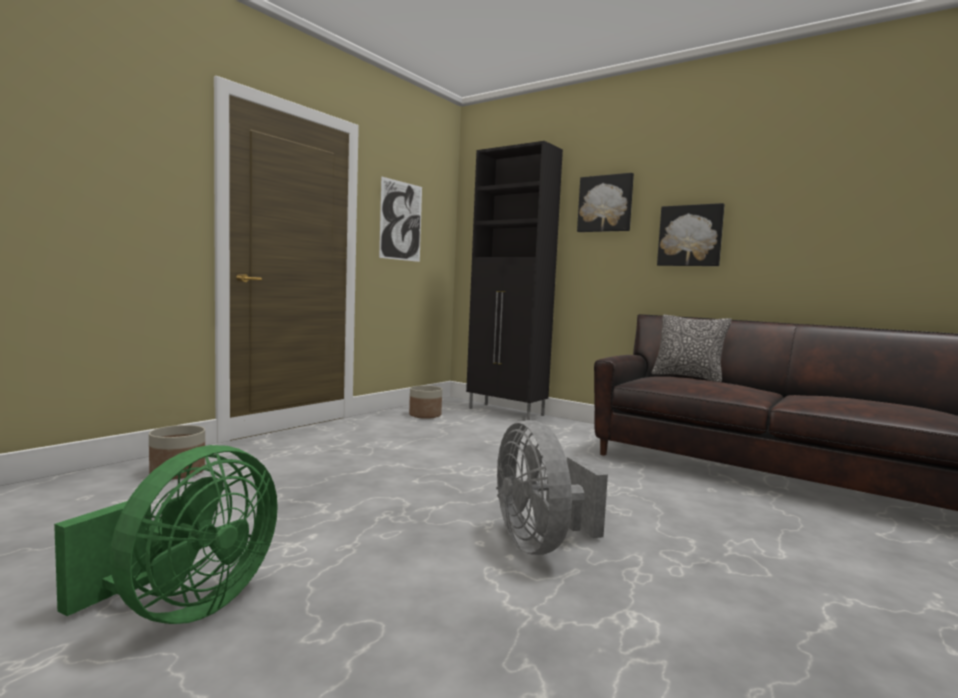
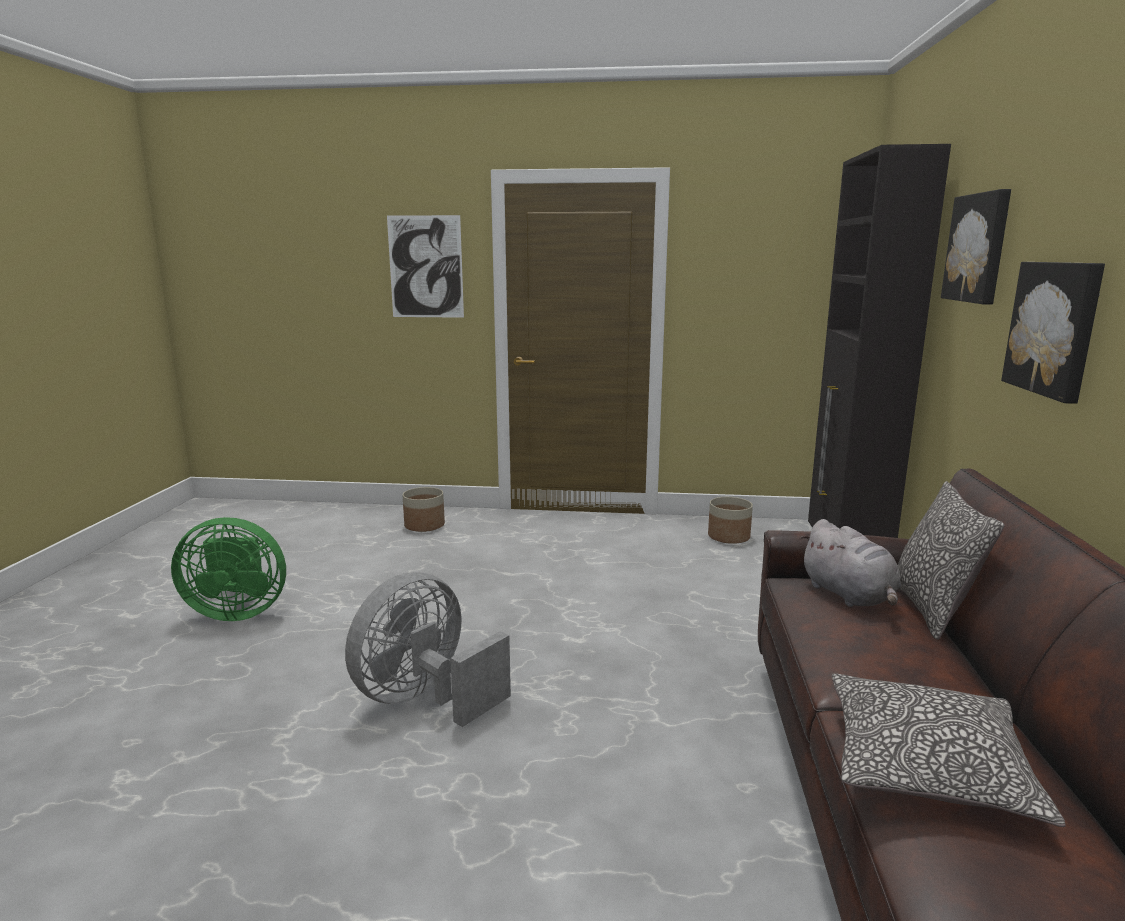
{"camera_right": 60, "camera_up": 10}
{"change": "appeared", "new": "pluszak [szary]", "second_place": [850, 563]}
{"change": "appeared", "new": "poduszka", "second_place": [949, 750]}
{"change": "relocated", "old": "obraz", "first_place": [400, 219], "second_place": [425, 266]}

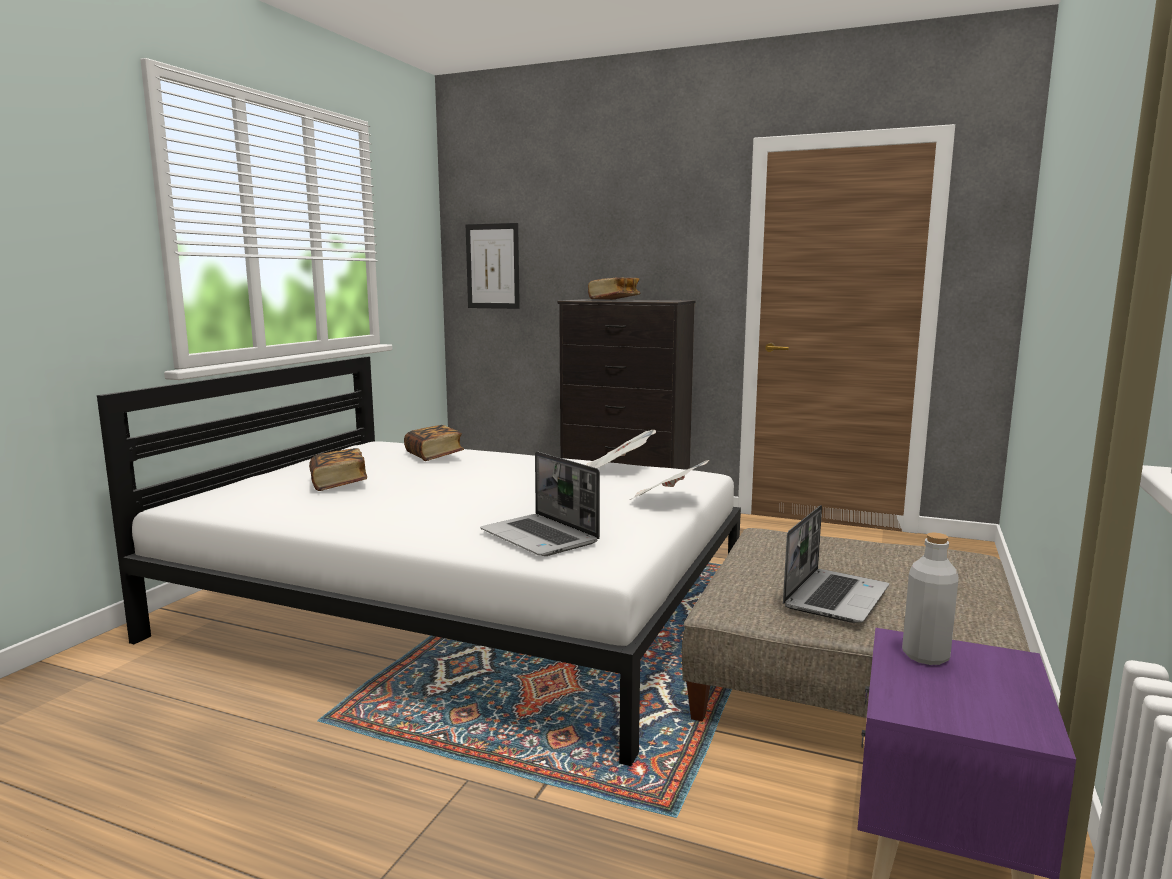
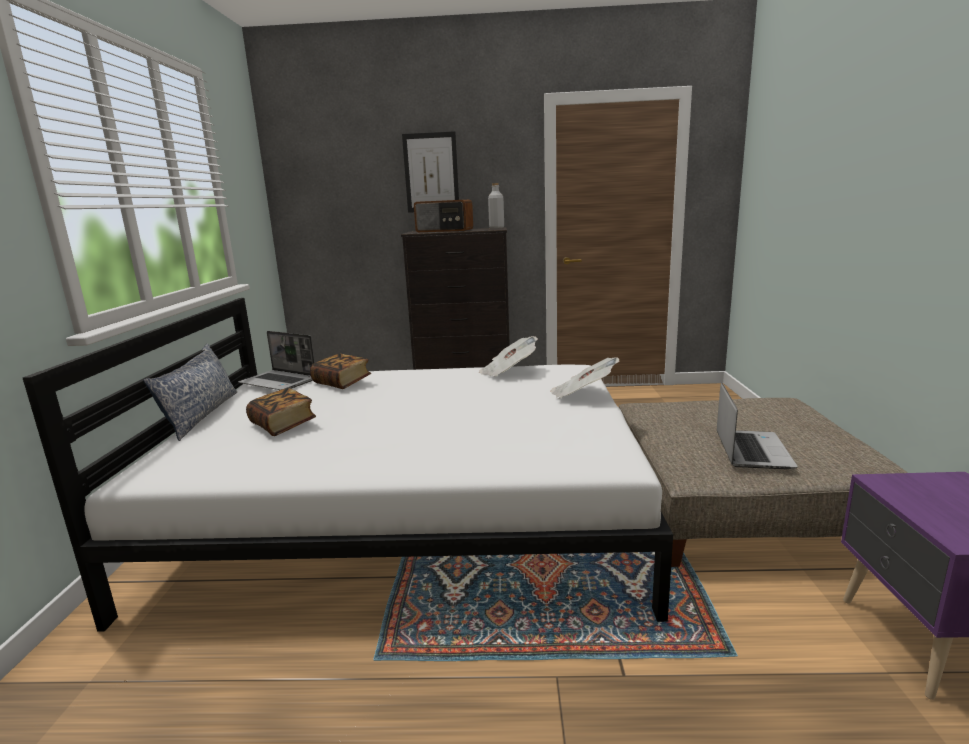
{"camera_right": -20, "camera_up": 5}
{"change": "appeared", "new": "poduszka", "second_place": [190, 392]}
{"change": "relocated", "old": "obraz", "first_place": [493, 266], "second_place": [430, 172]}
{"change": "relocated", "old": "laptop", "first_place": [540, 503], "second_place": [276, 360]}
{"change": "relocated", "old": "butelka [szary]", "first_place": [930, 599], "second_place": [496, 206]}
{"change": "exchanged", "old": "książka", "new": "radio", "first_place": [614, 288], "second_place": [443, 216]}

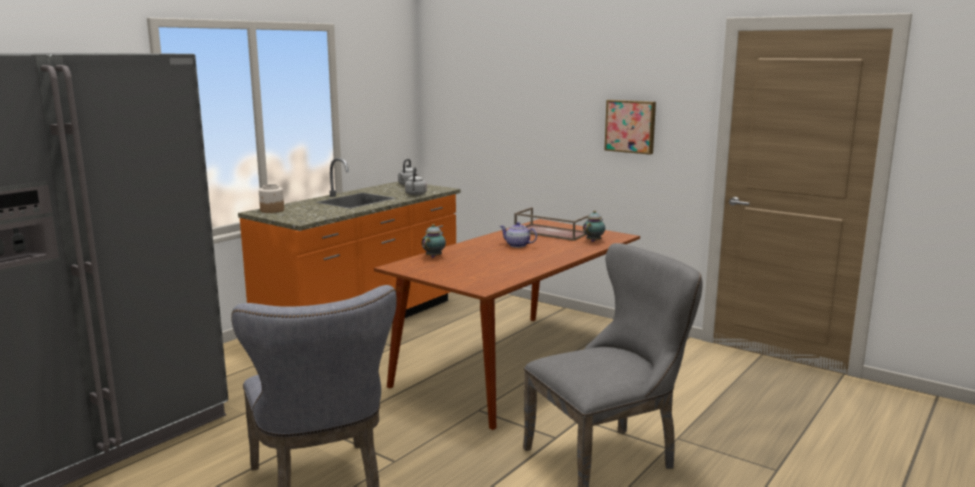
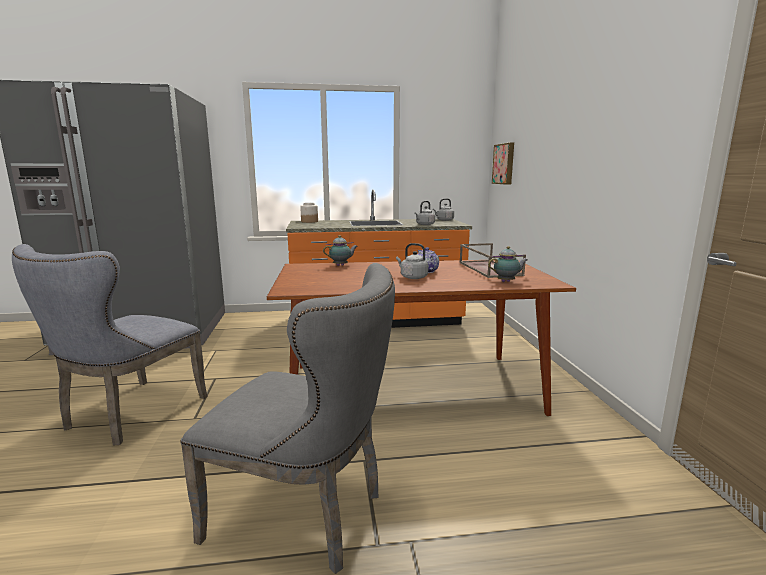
{"camera_right": 45, "camera_up": 0}
{"change": "appeared", "new": "czajnik [szary]", "second_place": [412, 261]}
{"change": "relocated", "old": "obraz", "first_place": [630, 127], "second_place": [503, 164]}

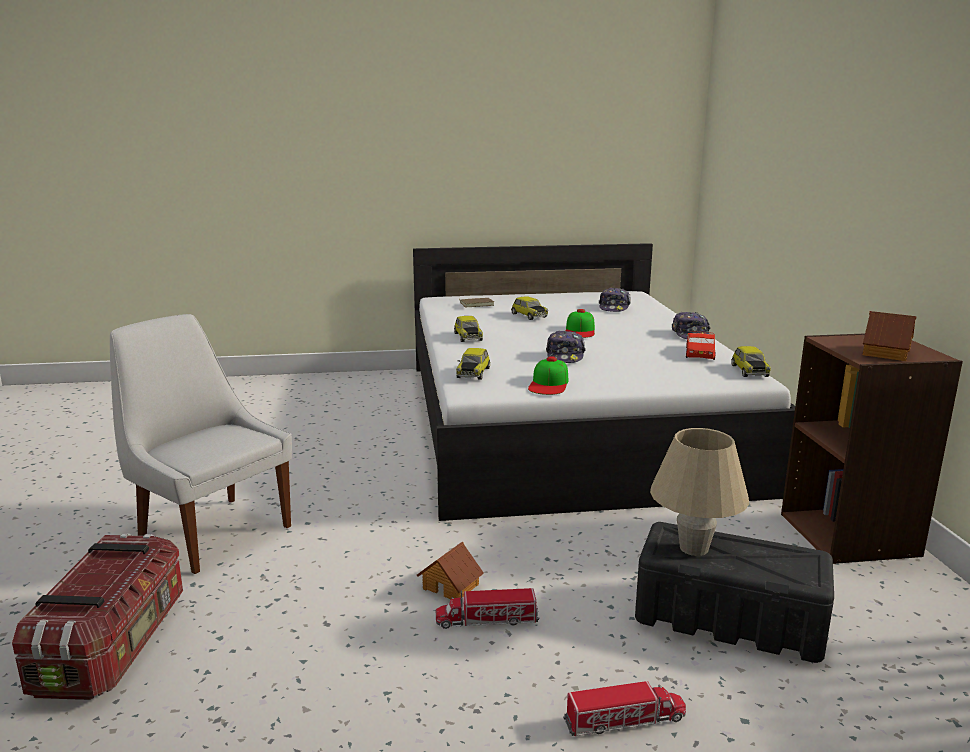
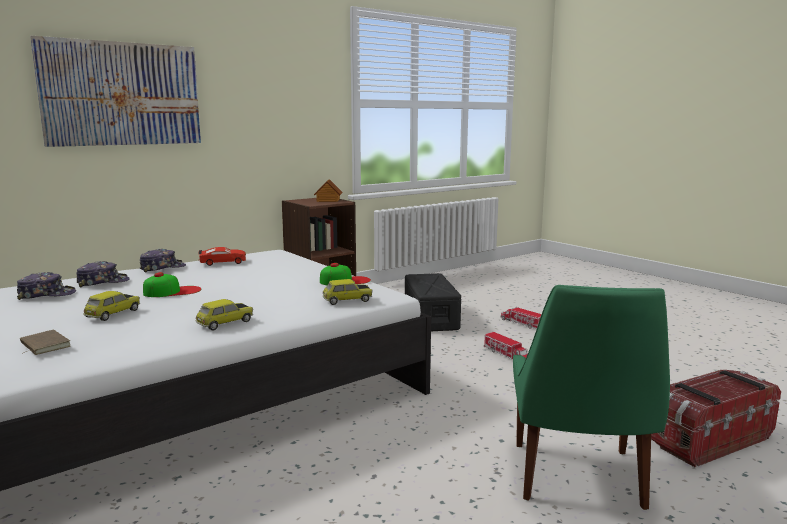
{"camera_right": -120, "camera_up": -5}
{"change": "missing", "old": "domek", "first_place": [450, 570]}
{"change": "missing", "old": "lampa stołowa [beżowy]", "first_place": [699, 492]}
{"change": "missing", "old": "samochodzik", "first_place": [751, 361]}
{"change": "appeared", "new": "obraz", "second_place": [115, 91]}
{"change": "relocated", "old": "czapka z daszkiem", "first_place": [566, 347], "second_place": [103, 274]}
{"change": "colour", "old": "krzesło [biały]", "new": "krzesło [zielony]", "first_place": [201, 444], "second_place": [591, 397]}

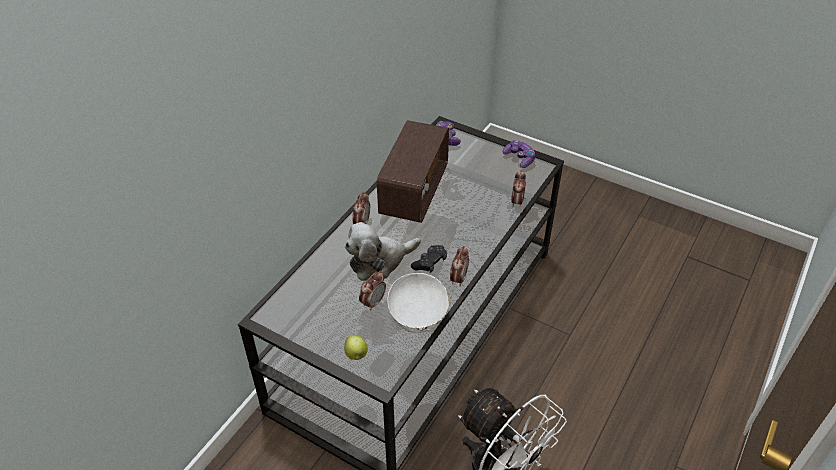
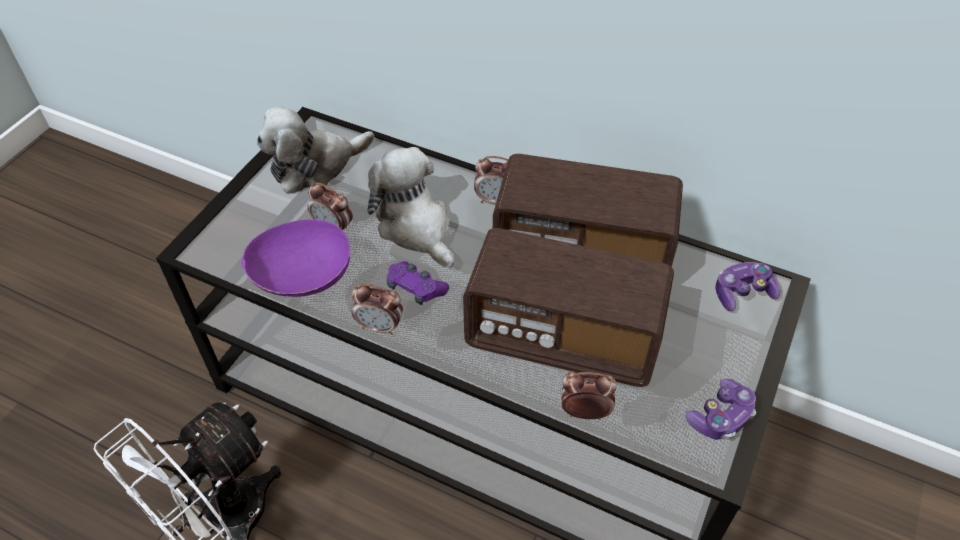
{"camera_right": 85, "camera_up": 5}
{"change": "missing", "old": "jabłko", "first_place": [356, 347]}
{"change": "appeared", "new": "pluszak", "second_place": [315, 150]}
{"change": "appeared", "new": "radio", "second_place": [568, 307]}
{"change": "colour", "old": "miska [biały]", "new": "miska [fioletowy]", "first_place": [418, 303], "second_place": [296, 258]}
{"change": "colour", "old": "pad do gier [czarny]", "new": "pad do gier [fioletowy]", "first_place": [429, 259], "second_place": [418, 283]}

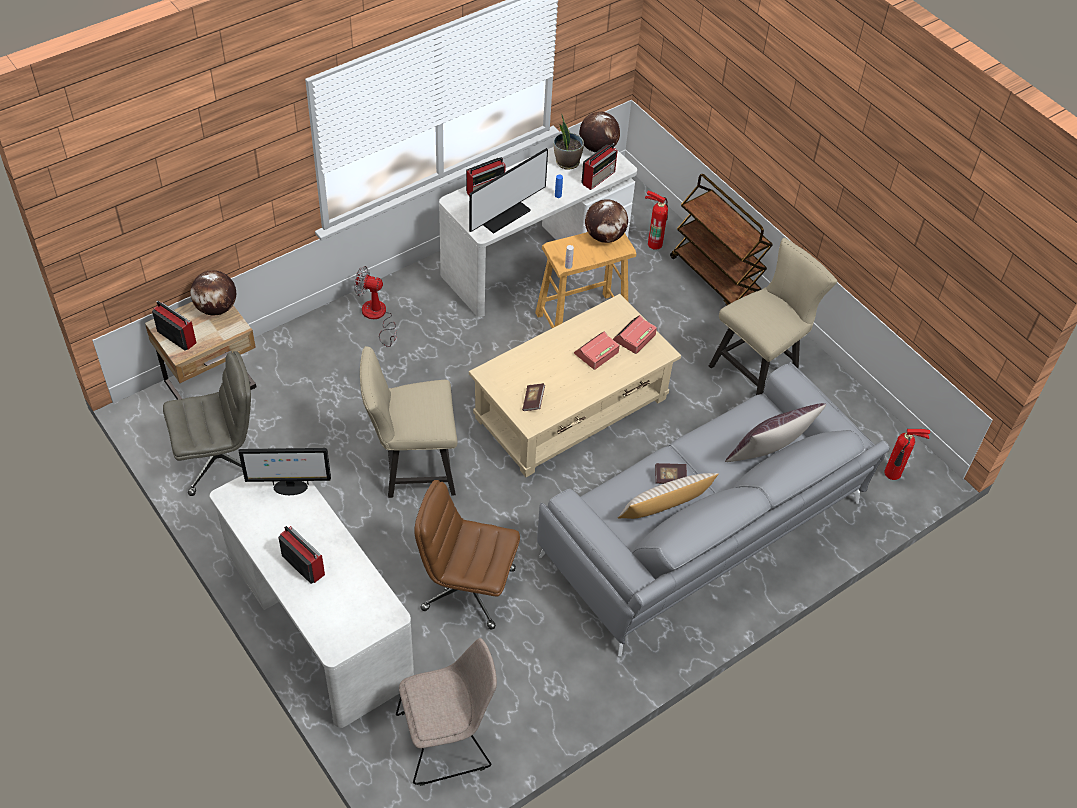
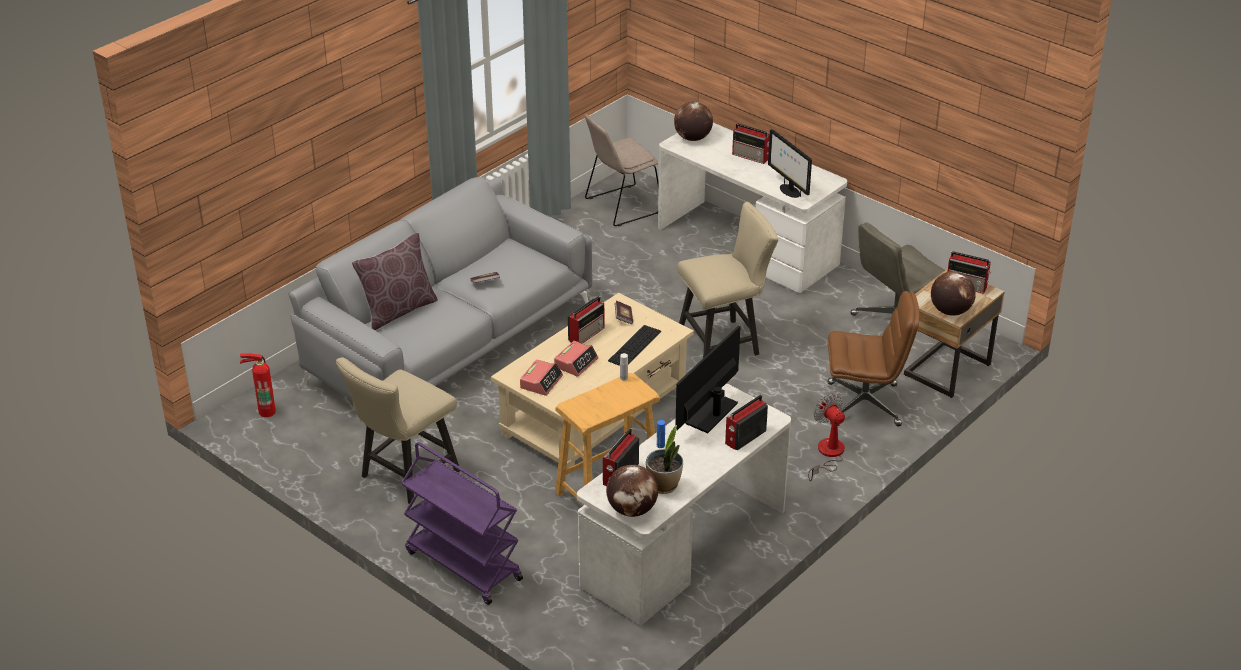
{"camera_right": 170, "camera_up": -15}
{"change": "missing", "old": "poduszka [beżowy]", "first_place": [668, 496]}
{"change": "missing", "old": "gaśnica", "first_place": [656, 220]}
{"change": "appeared", "new": "radio", "second_place": [586, 319]}
{"change": "appeared", "new": "klawiatura", "second_place": [634, 345]}
{"change": "relocated", "old": "krzesło biurowe [brązowy]", "first_place": [467, 554], "second_place": [874, 359]}
{"change": "relocated", "old": "globus", "first_place": [606, 221], "second_place": [693, 121]}
{"change": "colour", "old": "wózek [brązowy]", "new": "wózek [fioletowy]", "first_place": [721, 240], "second_place": [462, 523]}
{"change": "spun", "old": "monitor", "first_place": [285, 471], "second_place": [790, 163], "degrees": -105}
{"change": "spun", "old": "wentylator", "first_place": [375, 306], "second_place": [826, 437], "degrees": -120}

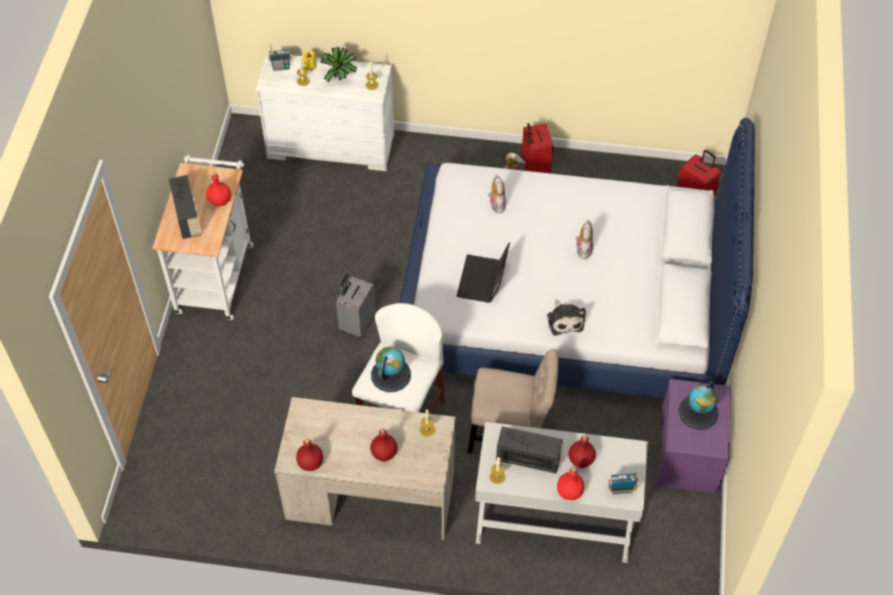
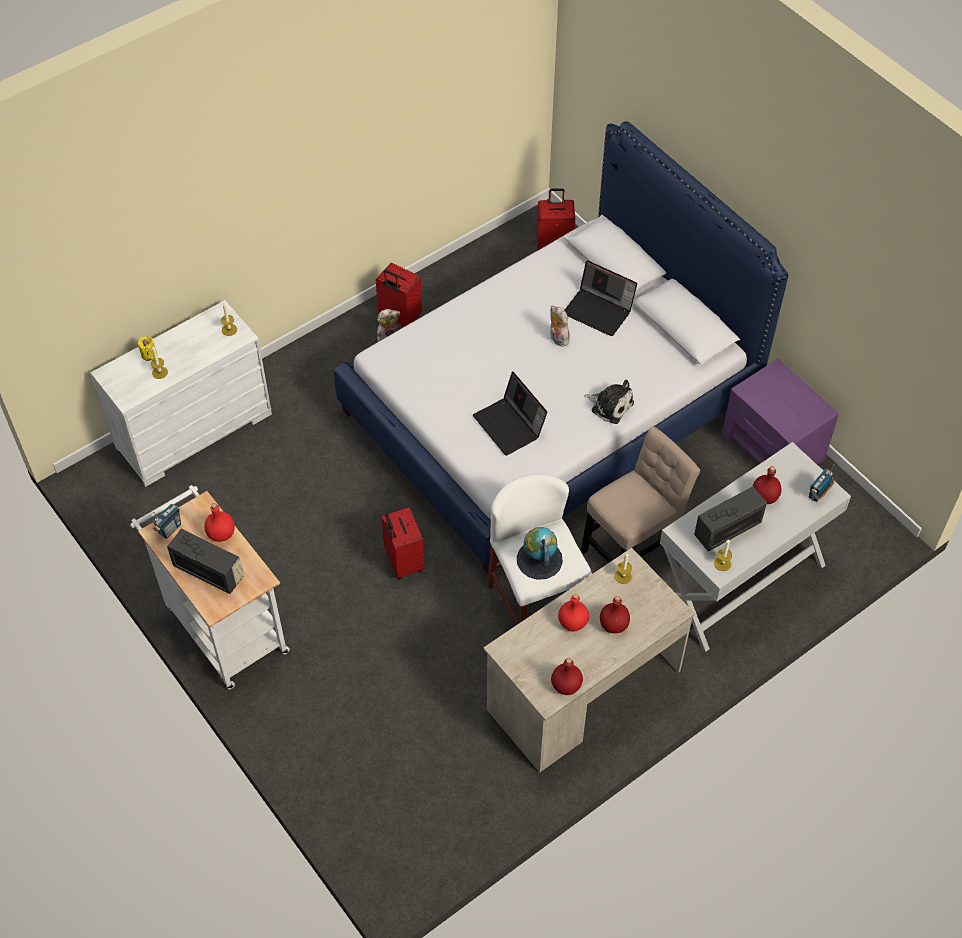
{"camera_right": -45, "camera_up": 0}
{"change": "missing", "old": "roślina doniczkowa", "first_place": [339, 64]}
{"change": "missing", "old": "pluszak", "first_place": [497, 194]}
{"change": "missing", "old": "globus", "first_place": [699, 405]}
{"change": "appeared", "new": "laptop", "second_place": [600, 298]}
{"change": "relocated", "old": "radio", "first_place": [280, 57], "second_place": [167, 521]}
{"change": "relocated", "old": "butelka [czerwony]", "first_place": [570, 484], "second_place": [573, 612]}
{"change": "colour", "old": "walizka [szary]", "new": "walizka [czerwony]", "first_place": [356, 306], "second_place": [402, 543]}

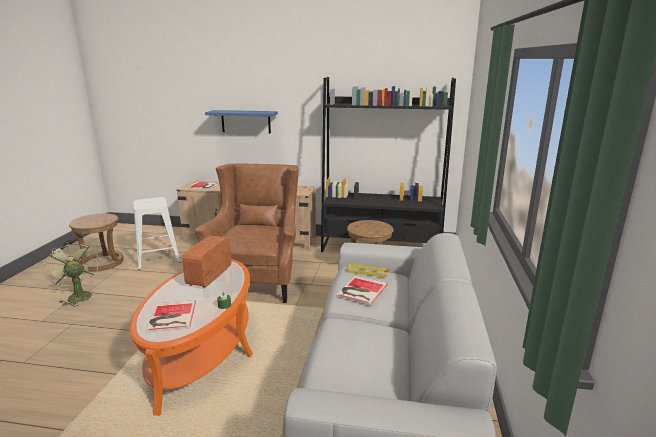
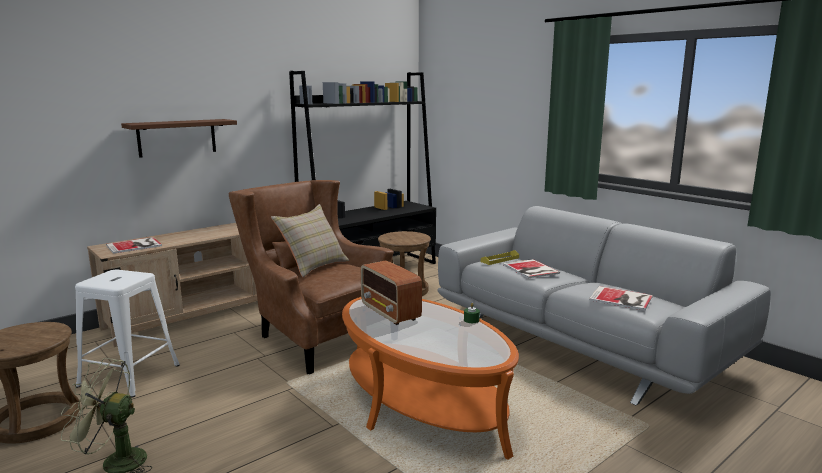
{"camera_right": -50, "camera_up": -5}
{"change": "appeared", "new": "poduszka [beżowy]", "second_place": [310, 240]}
{"change": "relocated", "old": "książka", "first_place": [171, 316], "second_place": [621, 298]}
{"change": "colour", "old": "półka [niebieski]", "new": "półka [brązowy]", "first_place": [241, 122], "second_place": [179, 138]}

